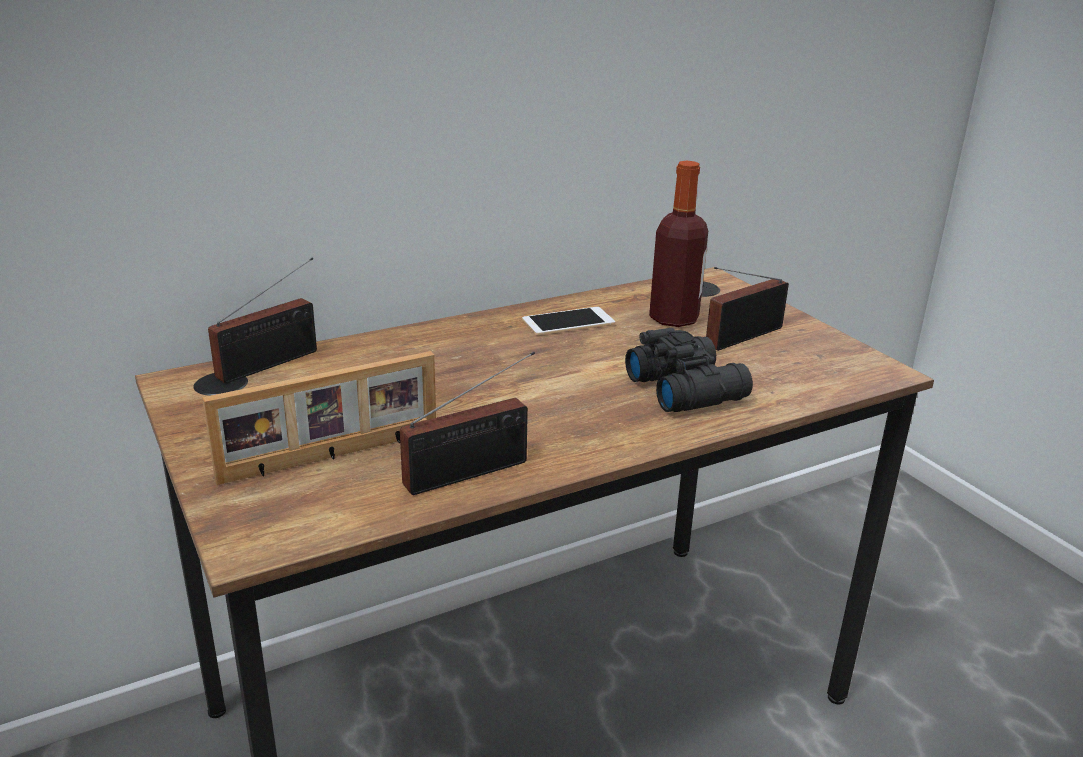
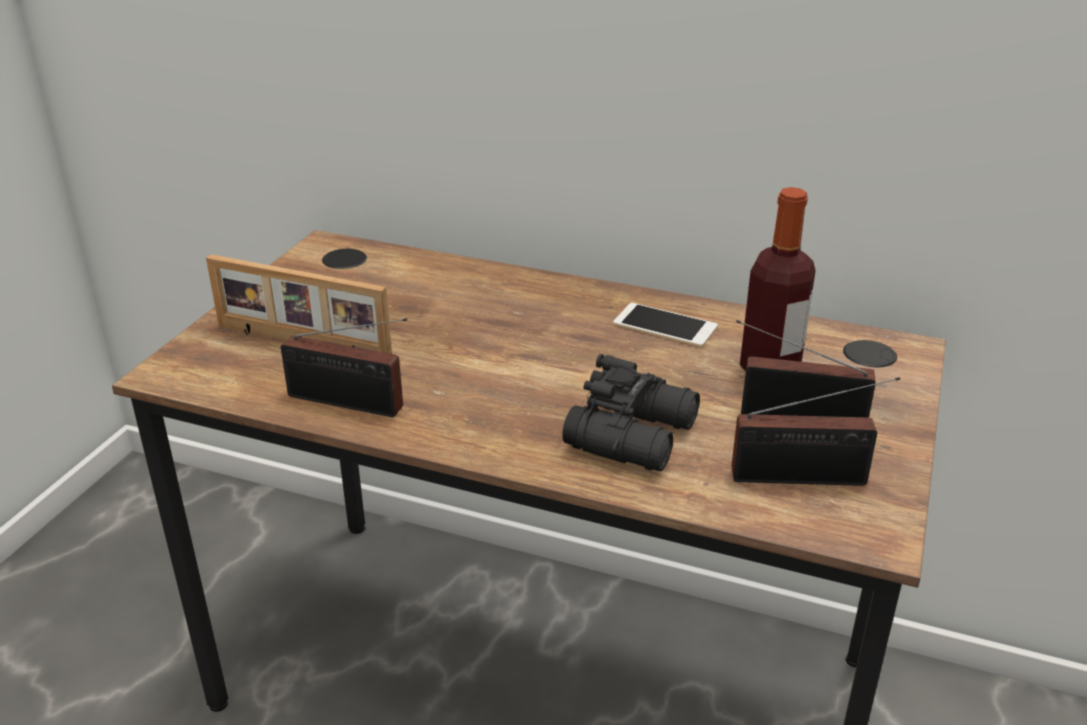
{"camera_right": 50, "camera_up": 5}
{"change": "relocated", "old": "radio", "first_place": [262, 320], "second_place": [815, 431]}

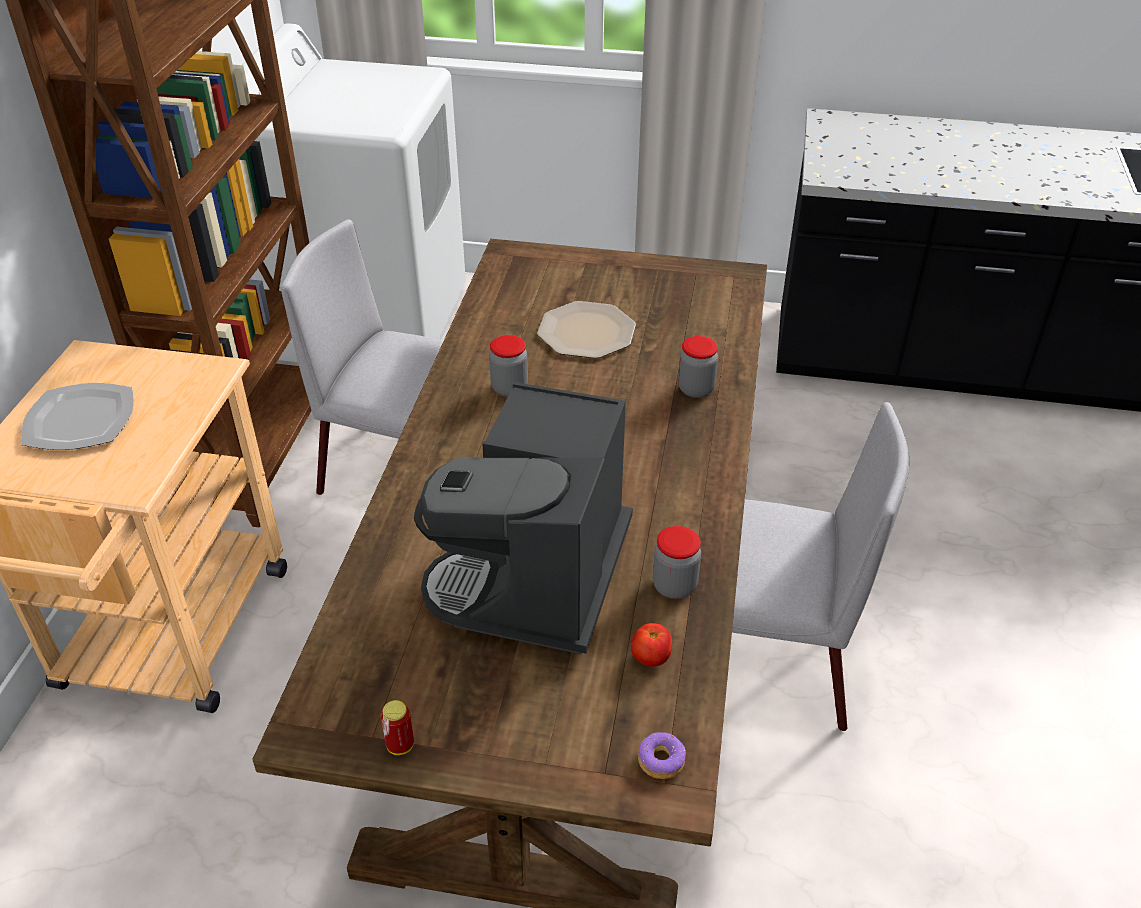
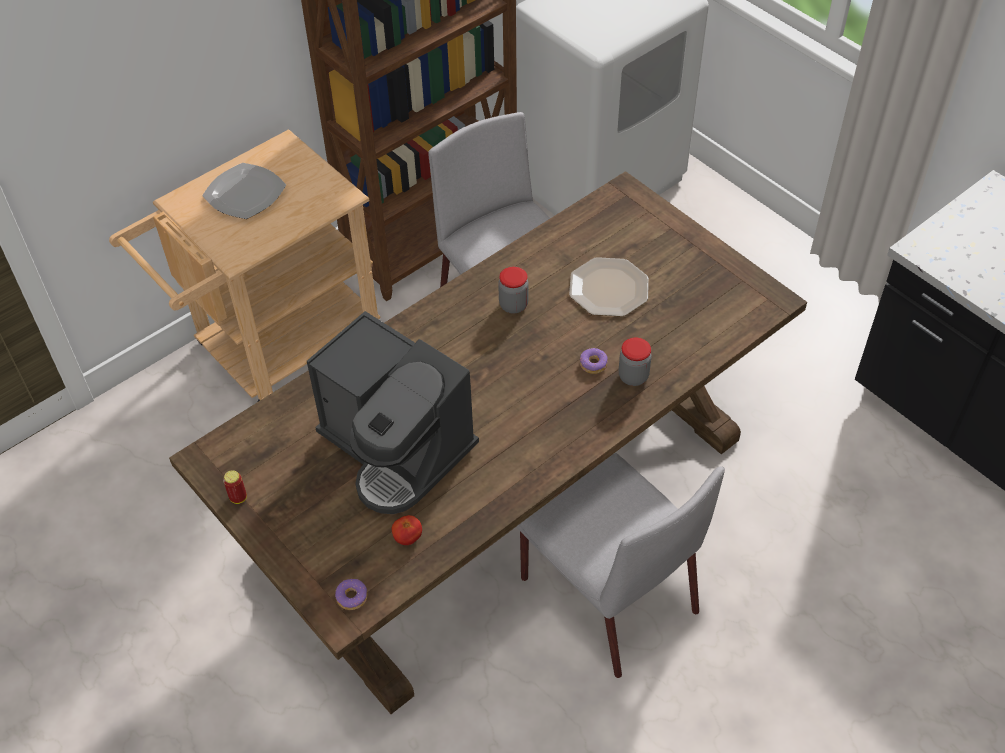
{"camera_right": 40, "camera_up": 10}
{"change": "missing", "old": "słoik", "first_place": [677, 562]}
{"change": "appeared", "new": "donut", "second_place": [594, 361]}
{"change": "spun", "old": "ekspres do kawy", "first_place": [523, 518], "second_place": [393, 412], "degrees": -105}

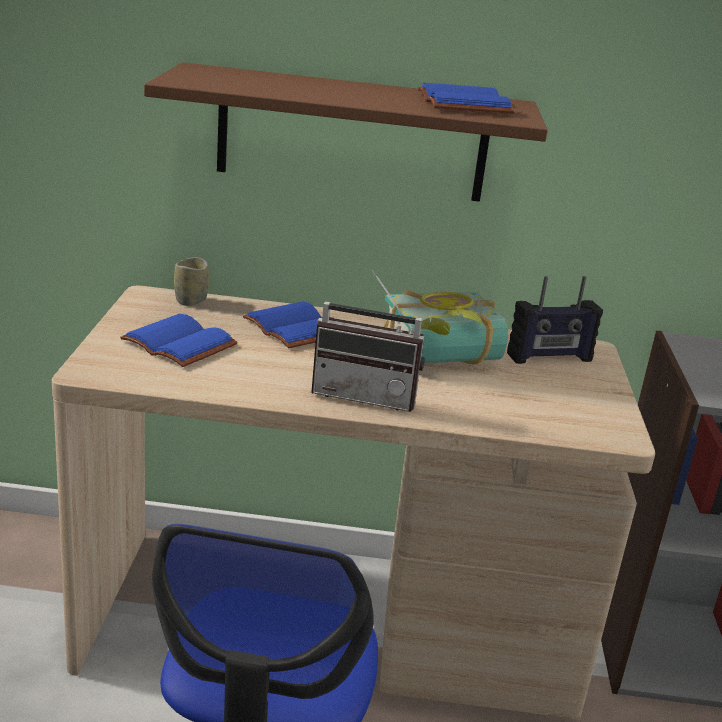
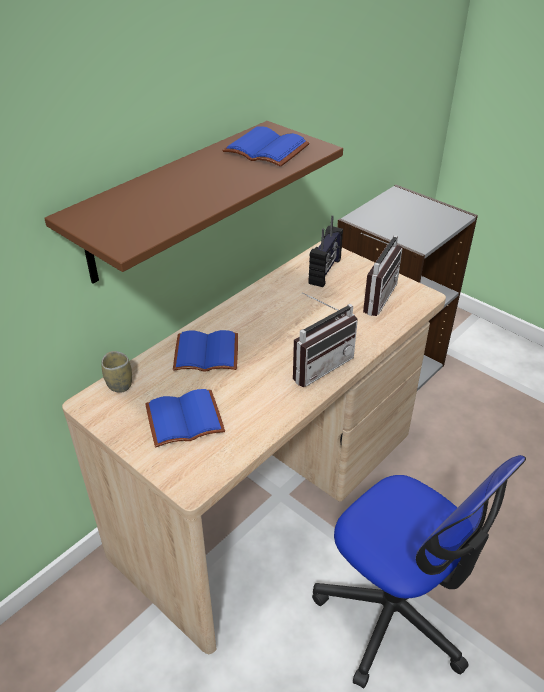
{"camera_right": -50, "camera_up": 15}
{"change": "missing", "old": "książka", "first_place": [445, 327]}
{"change": "appeared", "new": "radio", "second_place": [382, 274]}

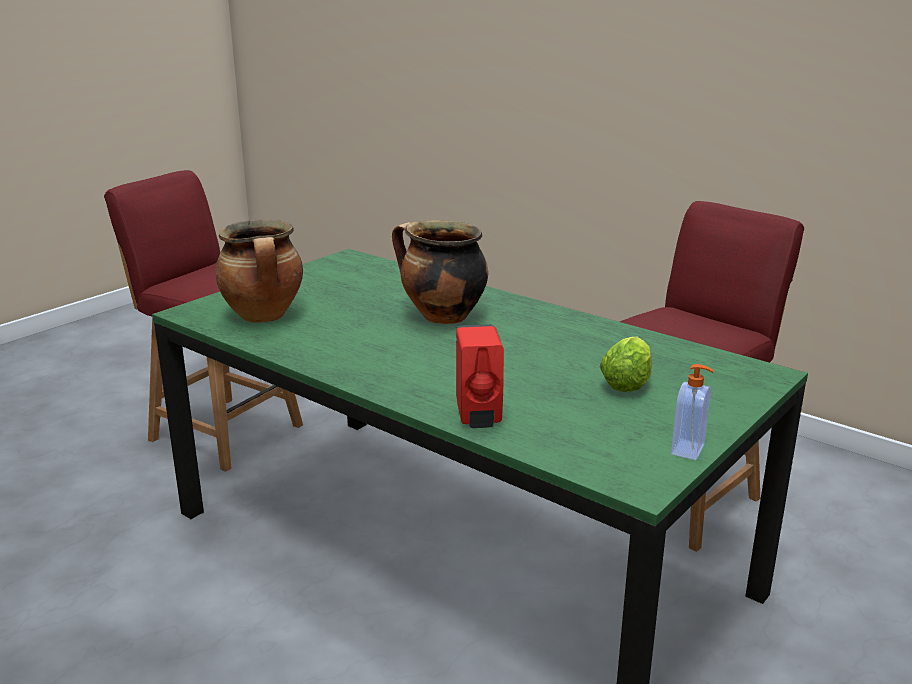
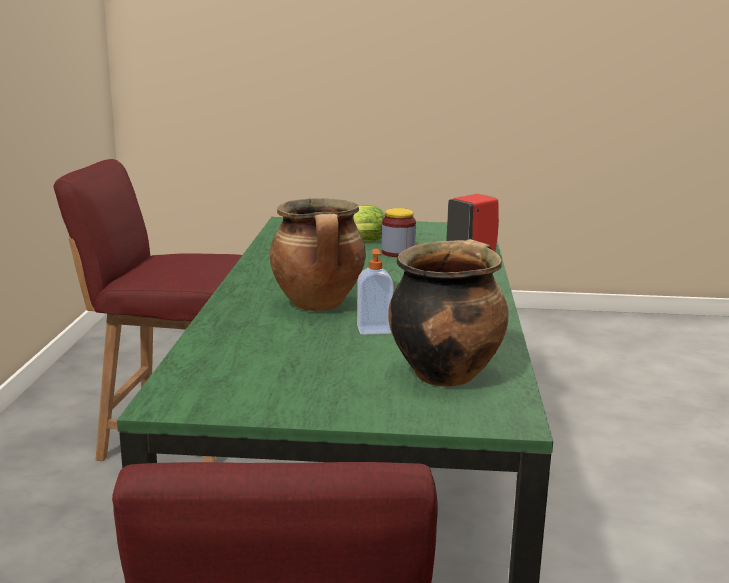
{"camera_right": -125, "camera_up": -5}
{"change": "appeared", "new": "słoik", "second_place": [399, 232]}
{"change": "relocated", "old": "dozownik mydła", "first_place": [692, 412], "second_place": [375, 292]}

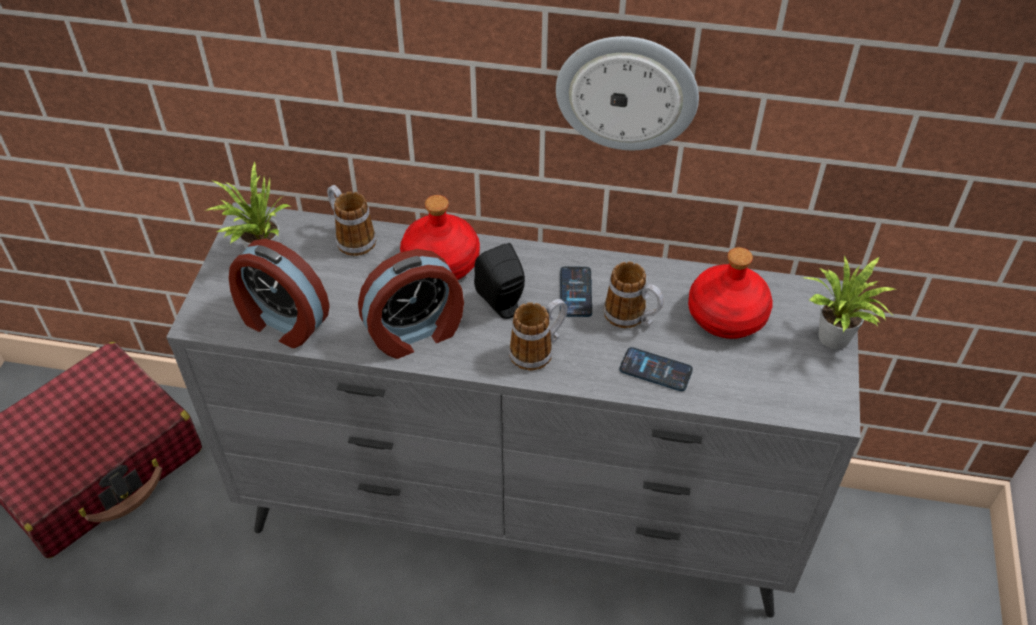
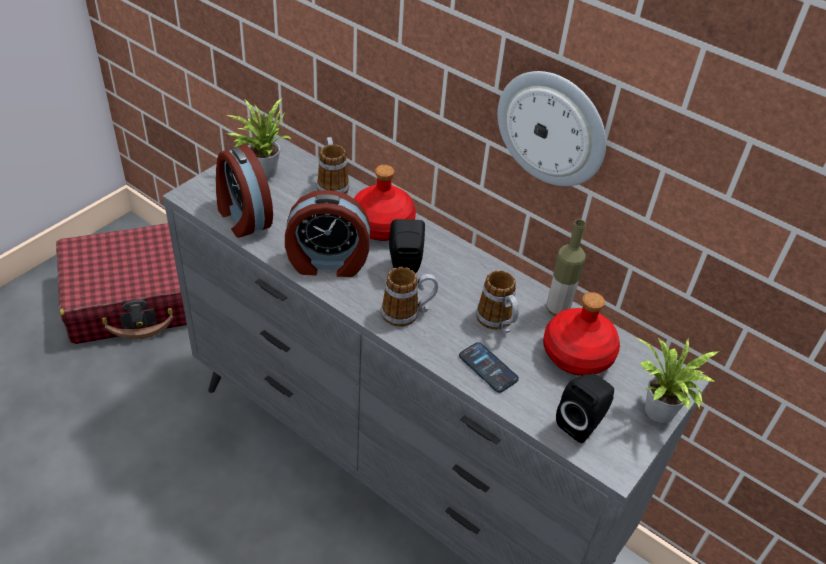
{"camera_right": 25, "camera_up": -5}
{"change": "missing", "old": "telefon", "first_place": [576, 291]}
{"change": "appeared", "new": "butelka", "second_place": [566, 267]}
{"change": "appeared", "new": "głośnik [czarny]", "second_place": [585, 408]}

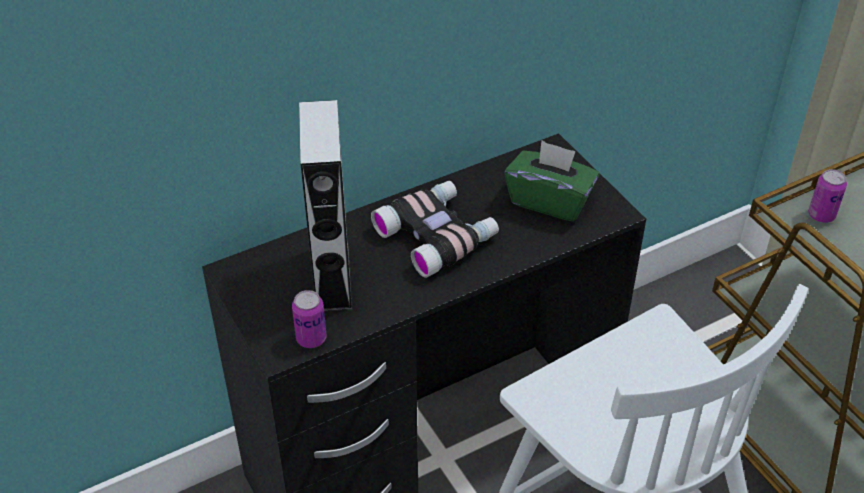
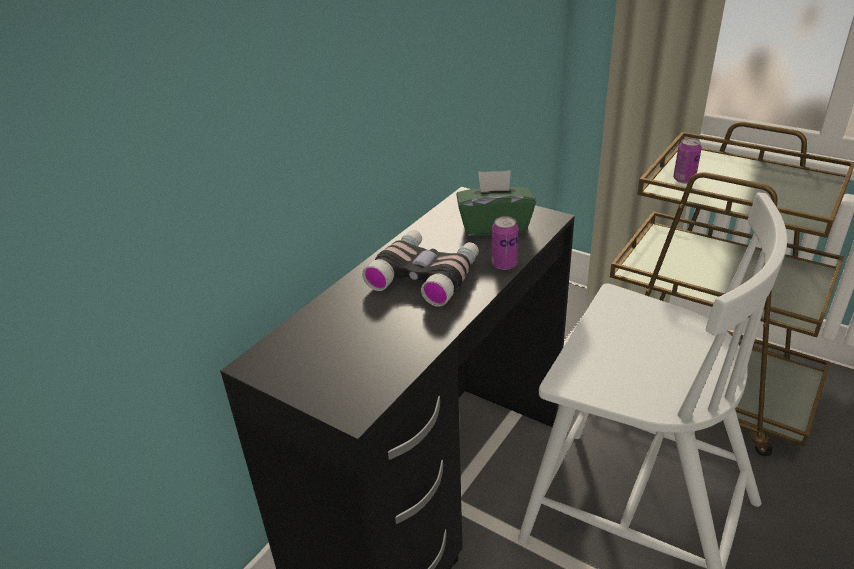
{"camera_right": -25, "camera_up": -10}
{"change": "missing", "old": "głośnik [szary]", "first_place": [326, 206]}
{"change": "relocated", "old": "puszka", "first_place": [309, 319], "second_place": [505, 243]}

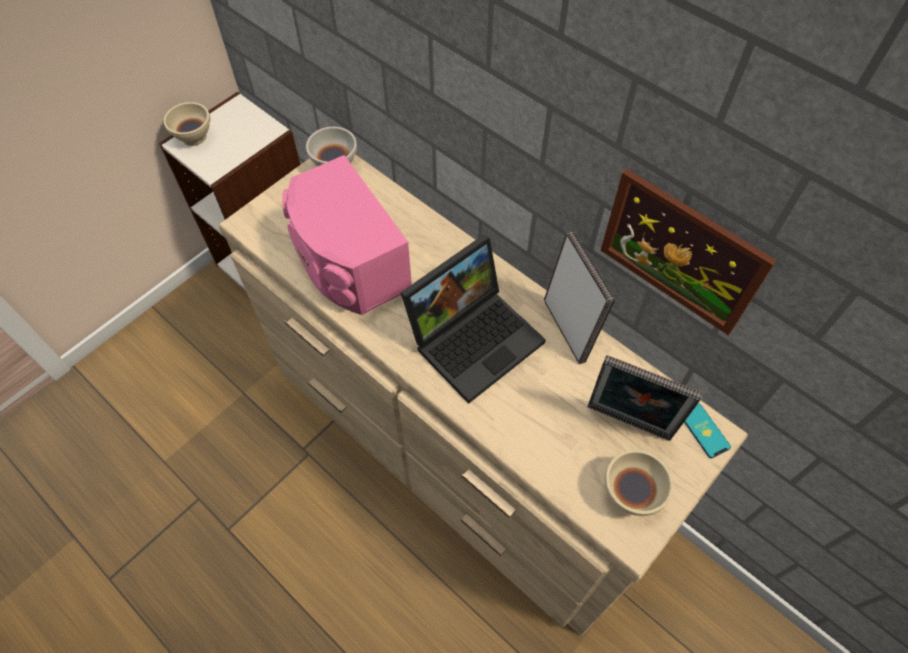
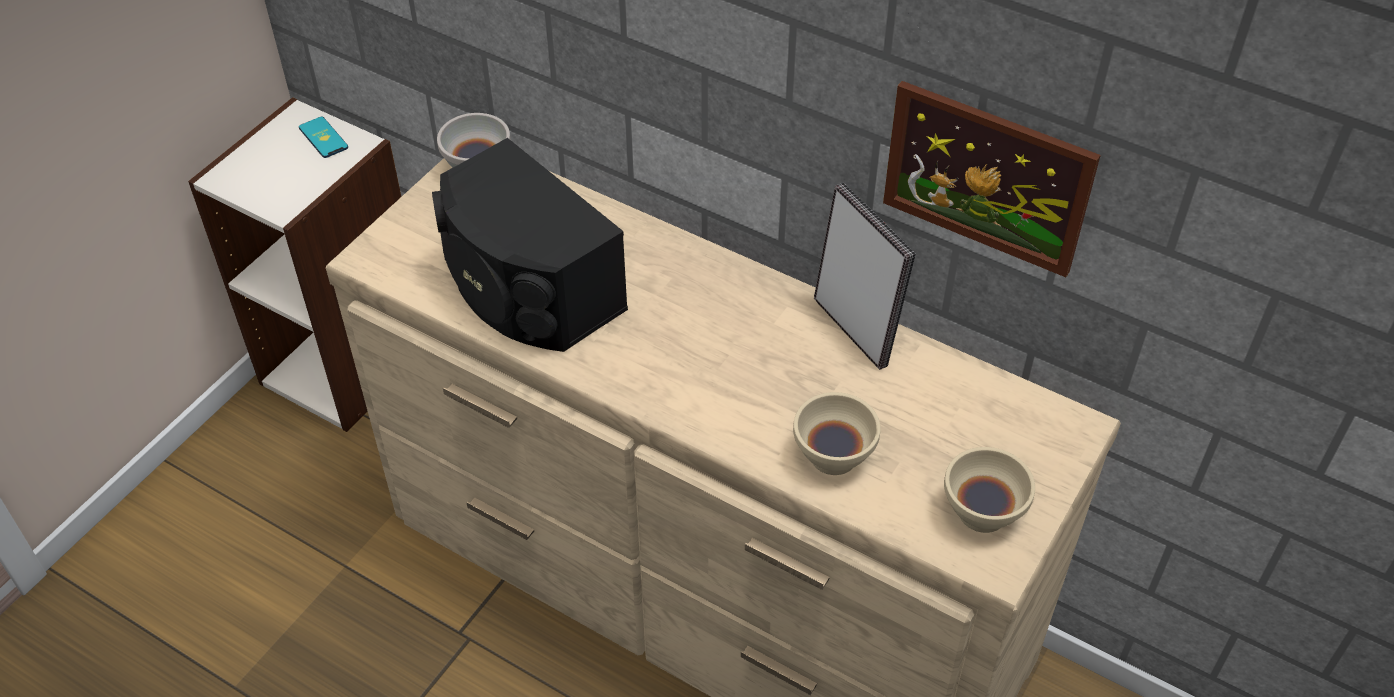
{"camera_right": -10, "camera_up": -10}
{"change": "missing", "old": "laptop", "first_place": [473, 319]}
{"change": "missing", "old": "ramka na zdjęcie", "first_place": [645, 398]}
{"change": "relocated", "old": "miska [beżowy]", "first_place": [187, 124], "second_place": [837, 433]}
{"change": "relocated", "old": "telefon", "first_place": [707, 430], "second_place": [323, 137]}
{"change": "colour", "old": "głośnik [różowy]", "new": "głośnik [czarny]", "first_place": [347, 235], "second_place": [530, 245]}

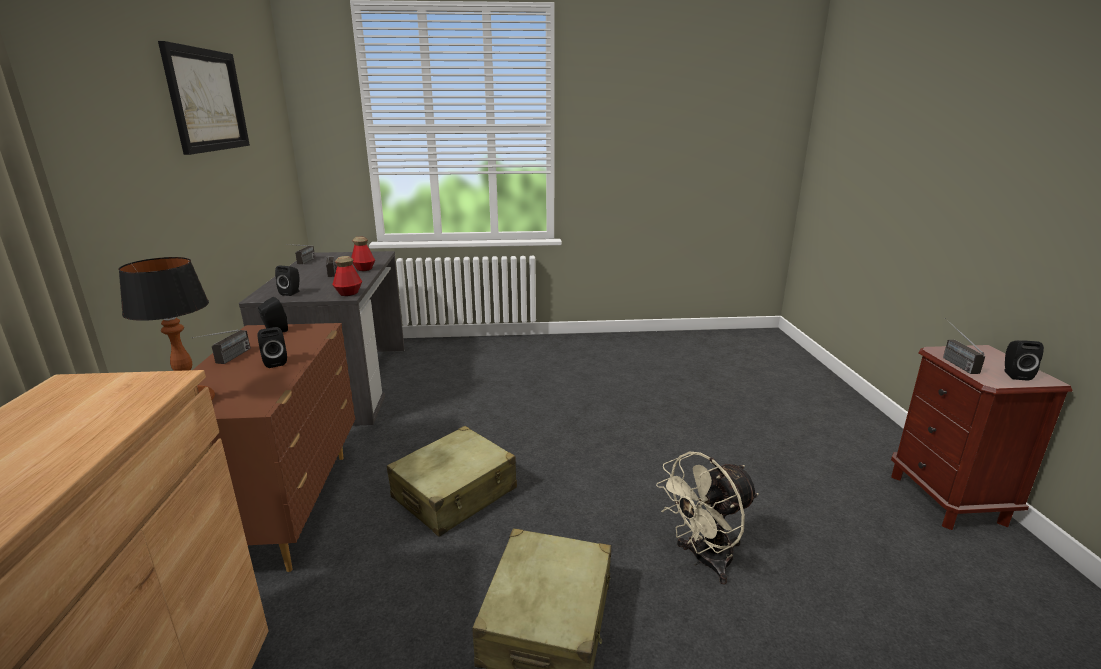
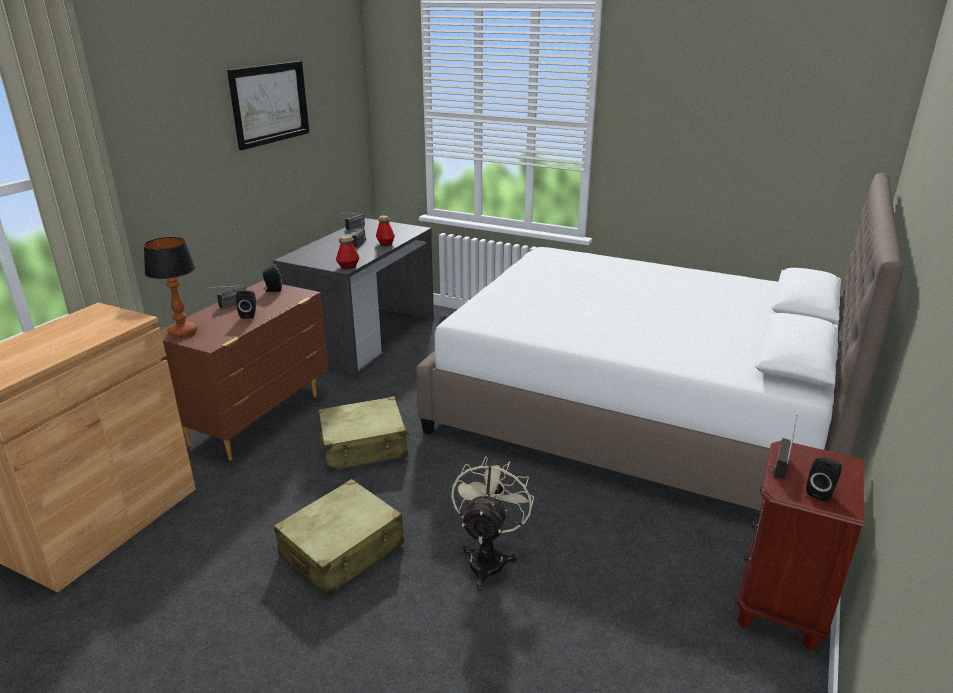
{"camera_right": 30, "camera_up": 5}
{"change": "missing", "old": "głośnik [czarny]", "first_place": [287, 280]}
{"change": "appeared", "new": "łóżko [biały]", "second_place": [659, 342]}
{"change": "spun", "old": "wentylator [beżowy]", "first_place": [707, 518], "second_place": [492, 523], "degrees": 105}

